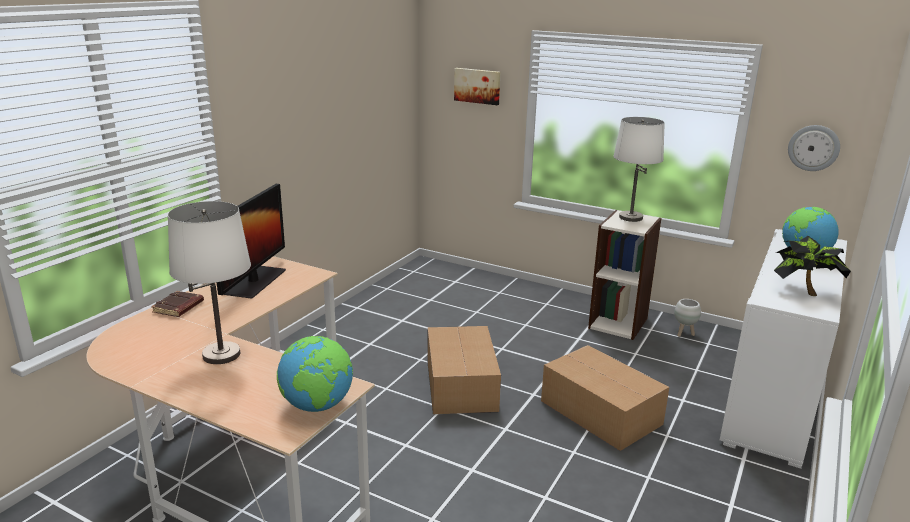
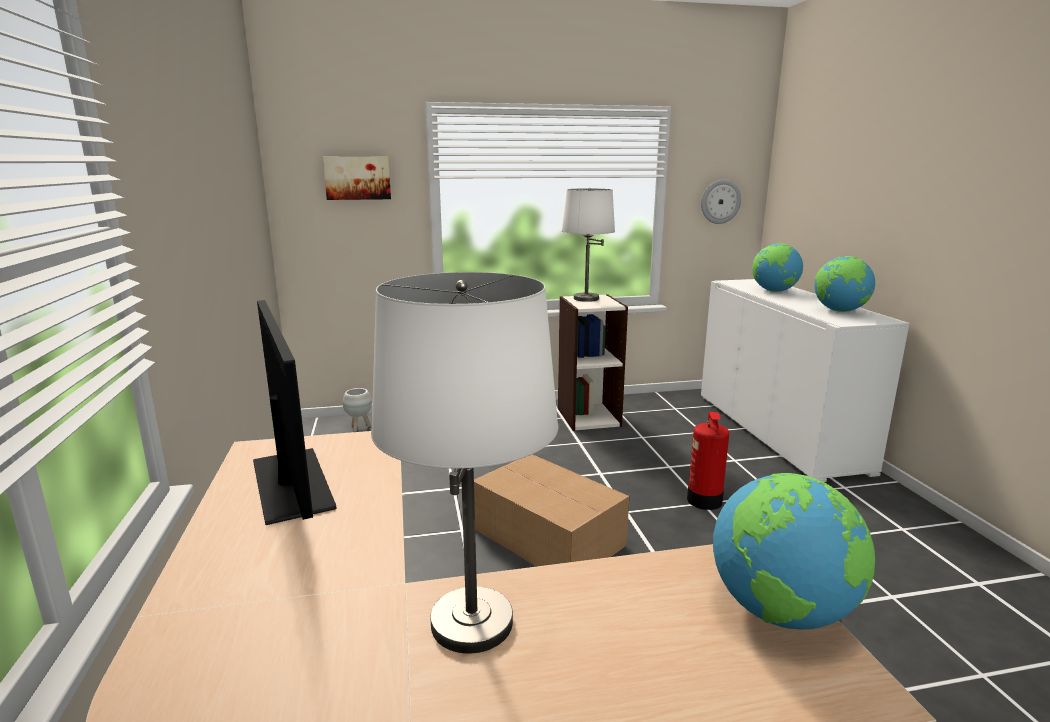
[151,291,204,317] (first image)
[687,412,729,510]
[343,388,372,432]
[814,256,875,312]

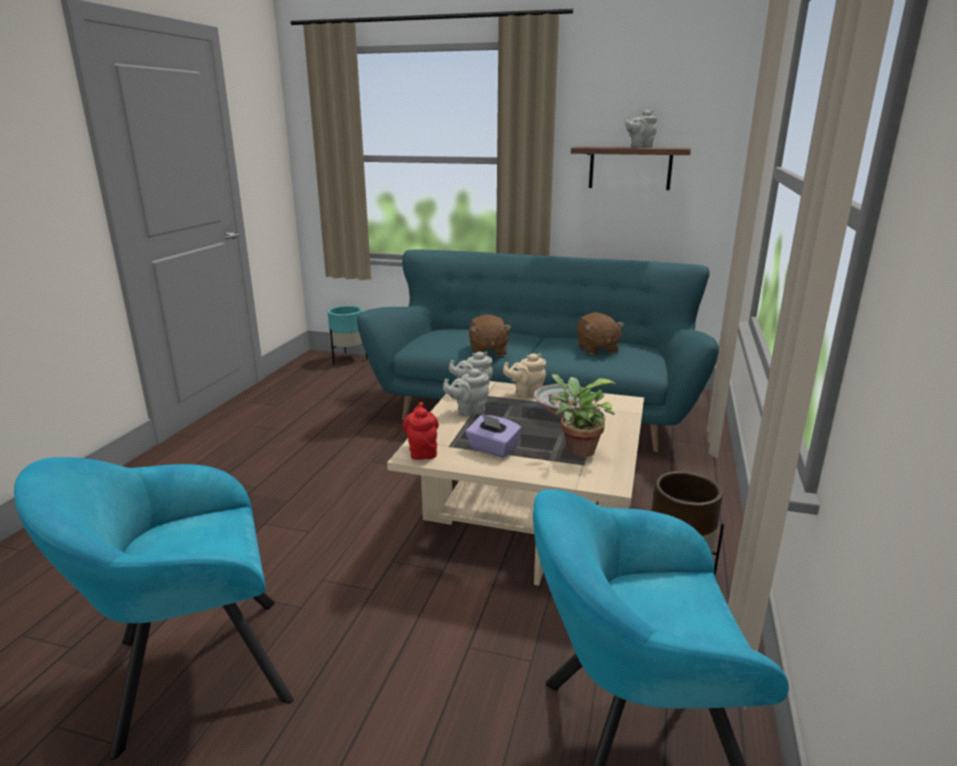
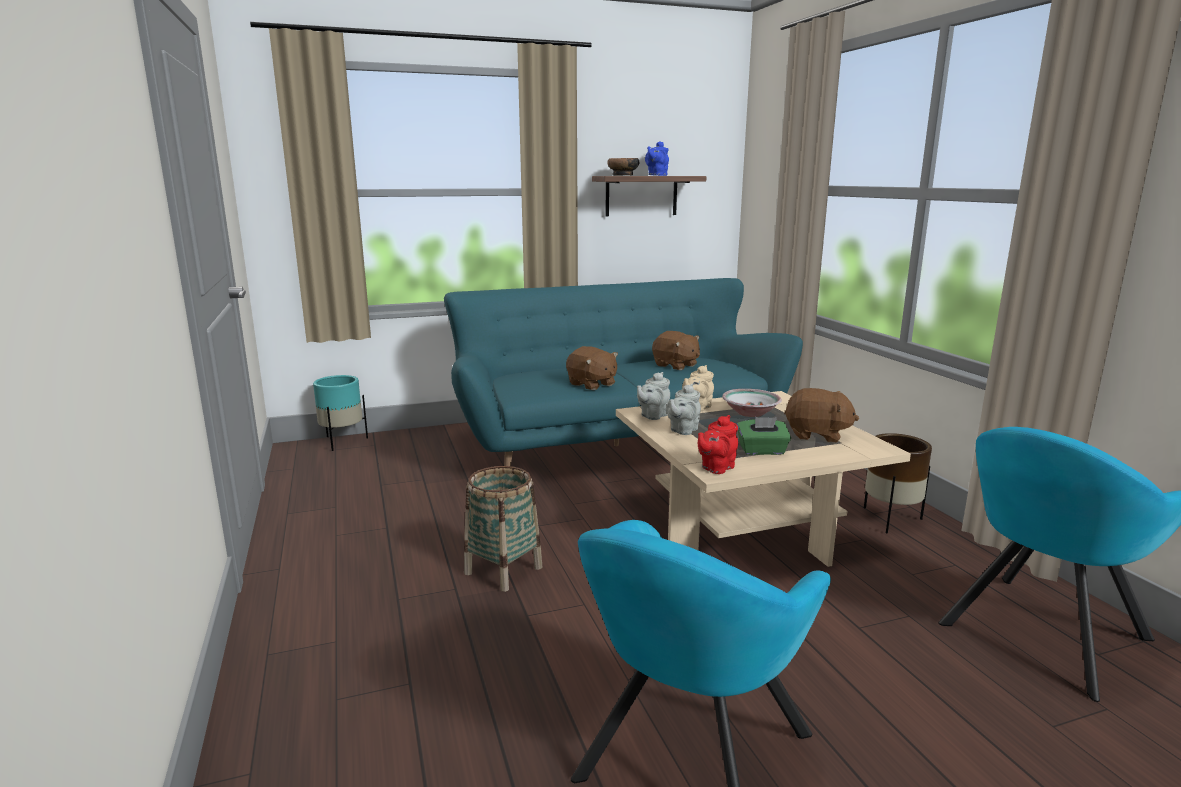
[698,415,738,474]
[737,417,791,455]
[784,388,859,443]
[645,141,669,176]
[464,466,542,592]
[607,158,639,176]

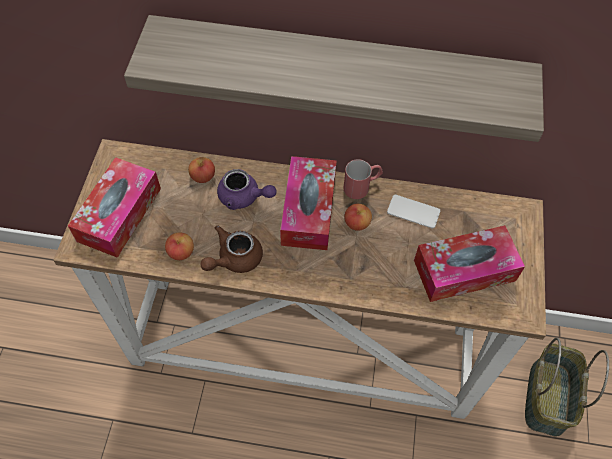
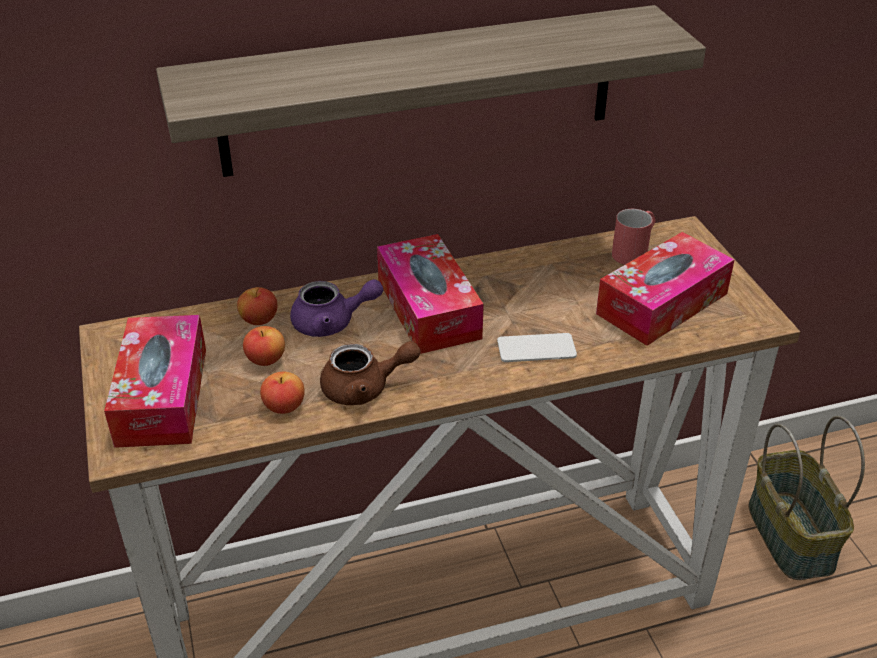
[320,341,421,405]
[612,209,655,265]
[243,326,285,366]
[497,333,577,362]

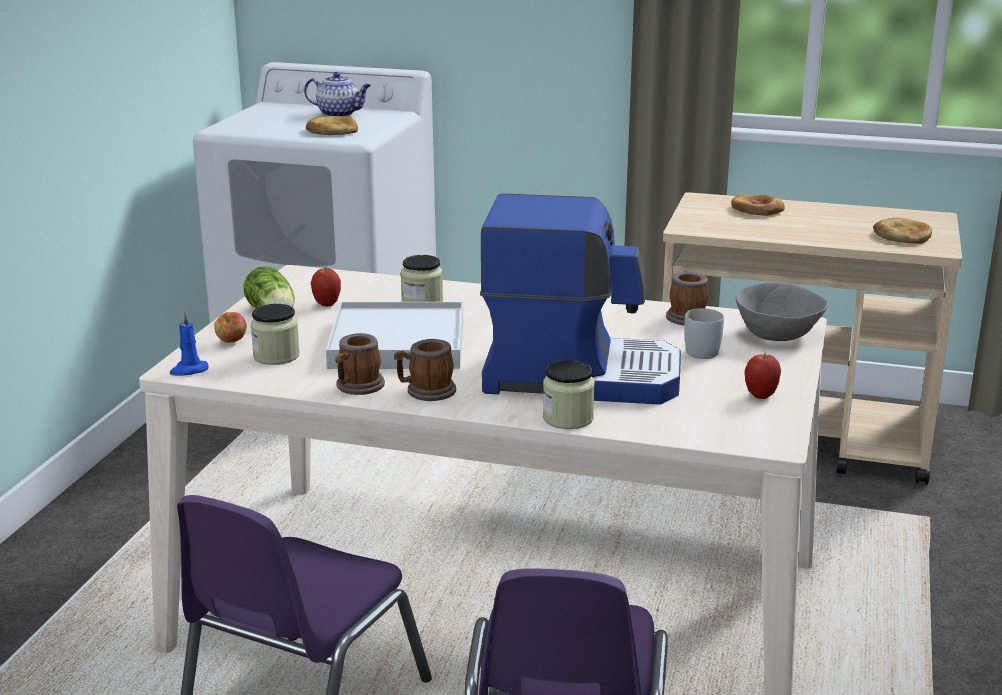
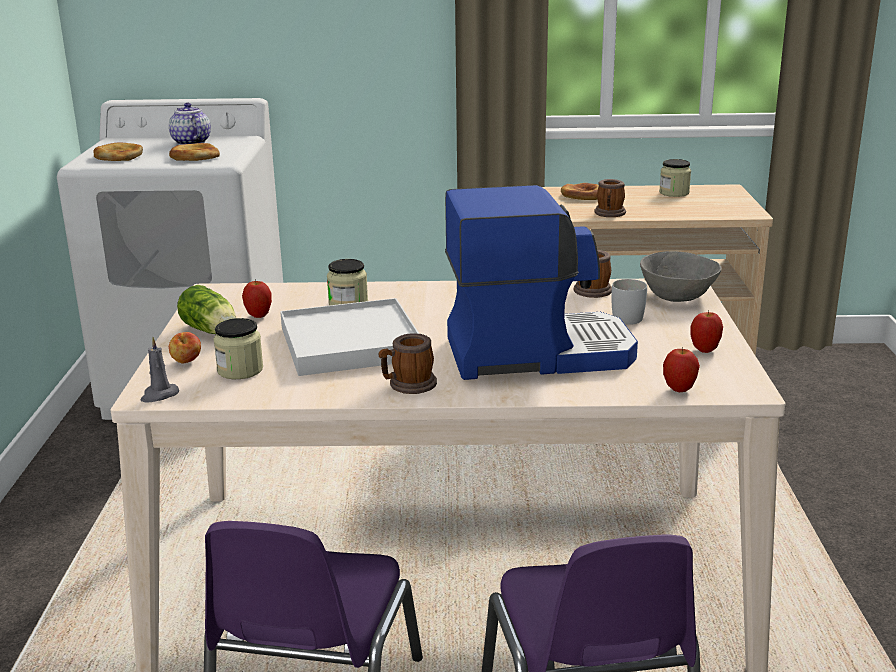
[140,337,179,402]
[169,103,211,145]
[594,179,626,217]
[659,159,691,197]
[93,143,143,161]
[663,348,700,392]

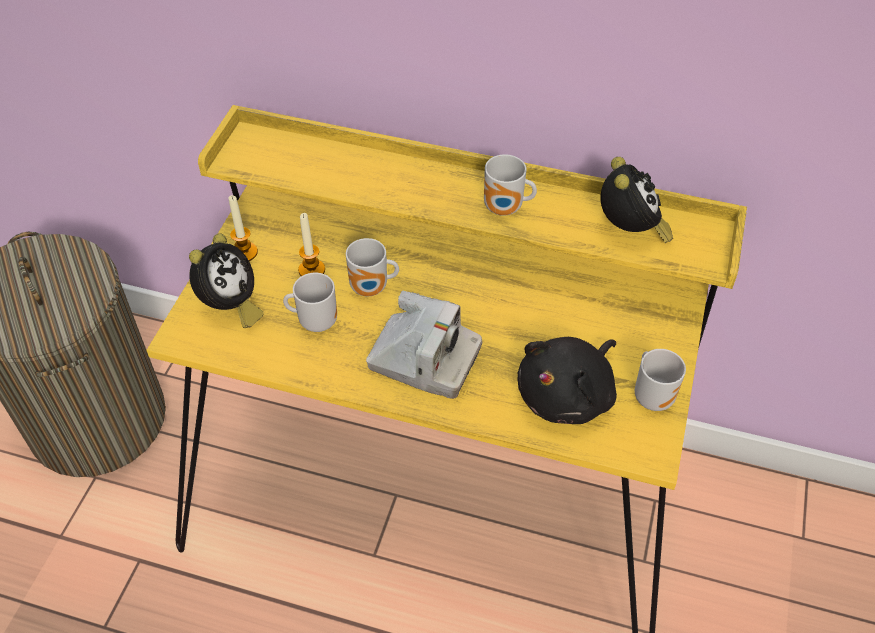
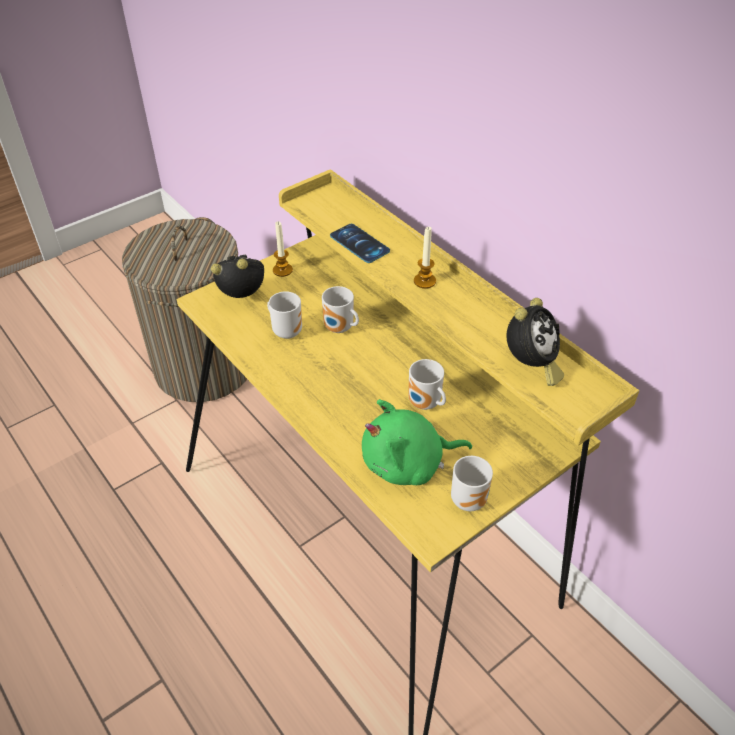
[211,255,264,298]
[414,226,436,289]
[366,291,482,399] (first image)
[408,359,446,410]
[362,399,472,485]
[330,224,390,263]

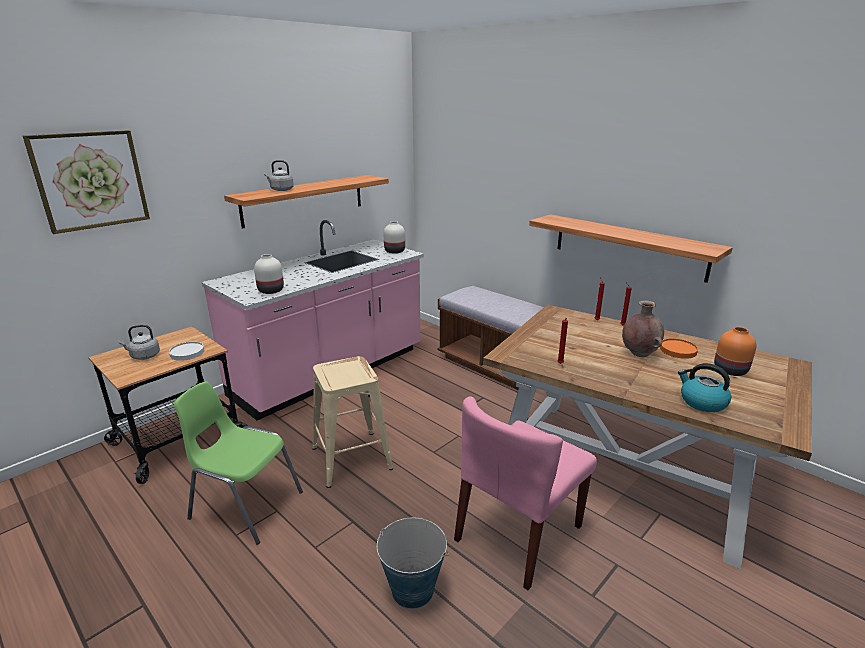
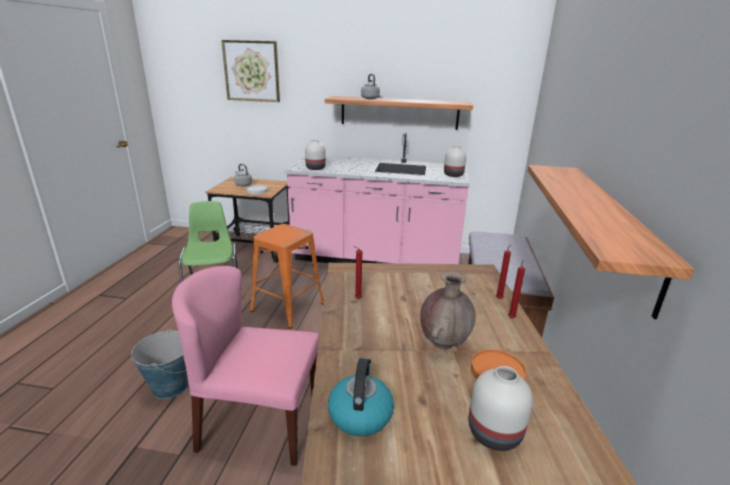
[250,224,324,329]
[469,366,533,451]

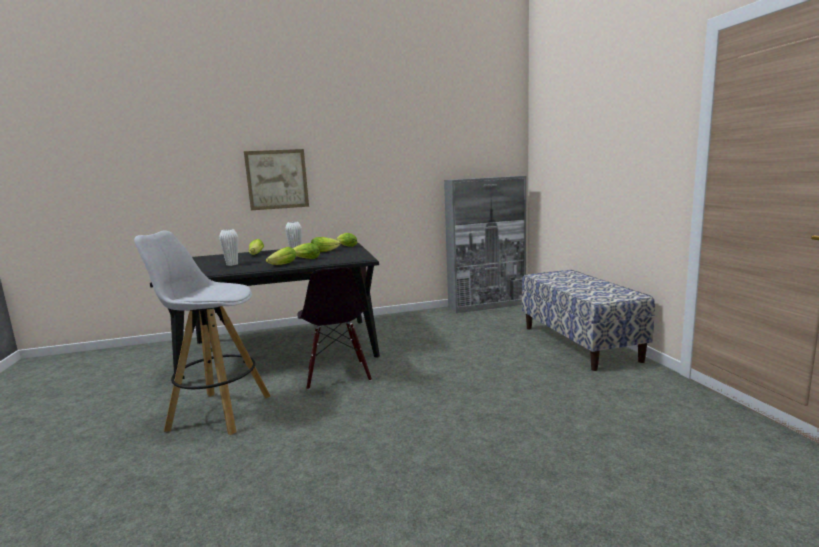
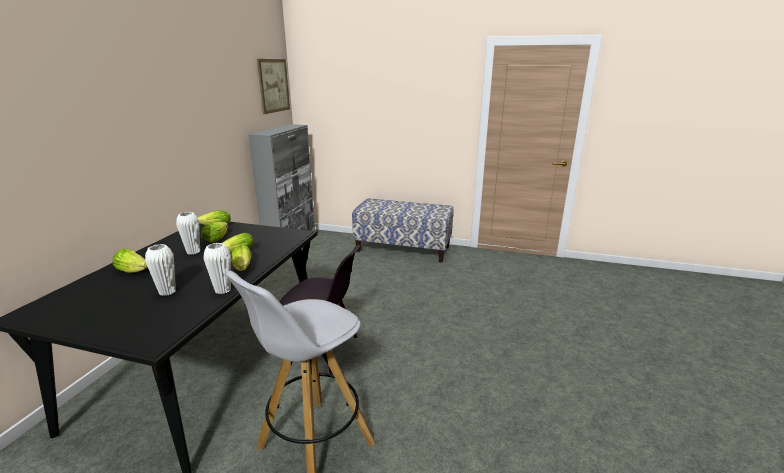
[257,59,290,114]
[204,243,231,294]

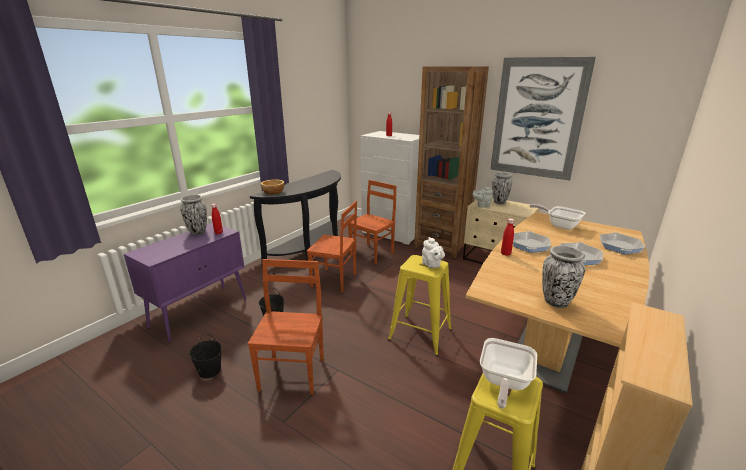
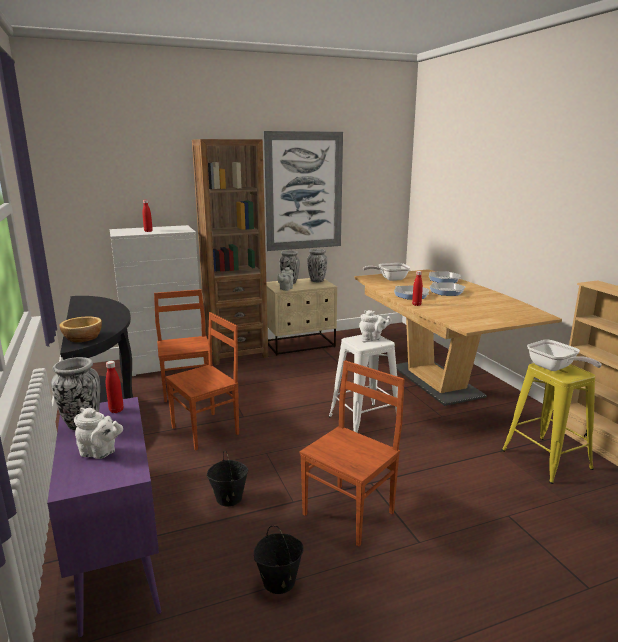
[300,360,405,546]
[328,335,398,433]
[307,249,327,282]
[74,408,123,459]

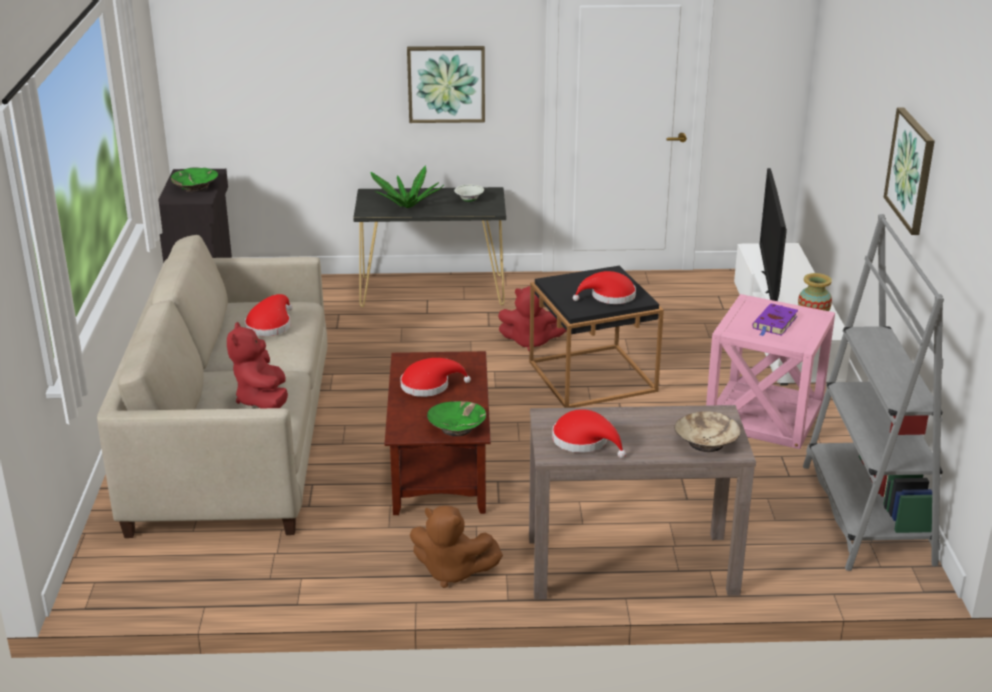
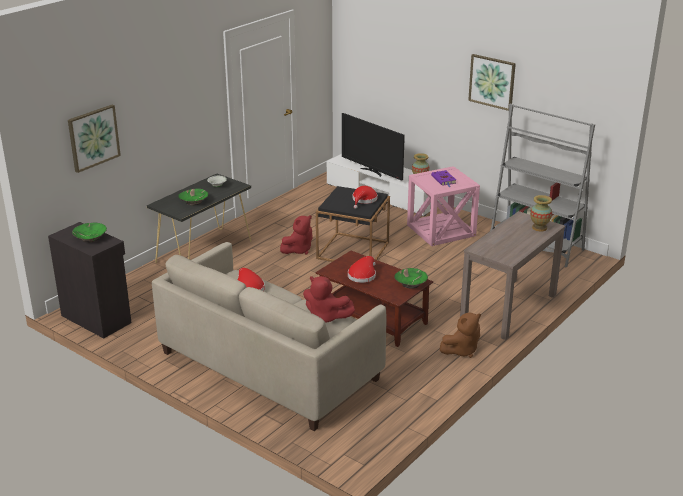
[178,189,208,205]
[68,105,121,173]
[552,409,626,458] (first image)
[530,195,552,231]

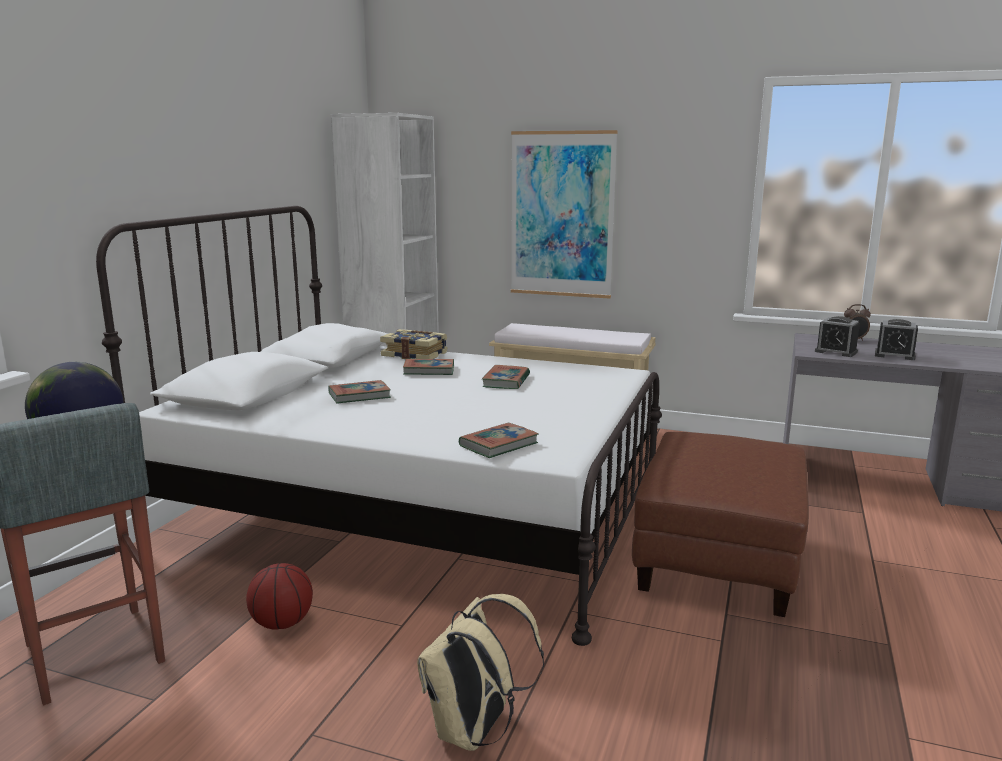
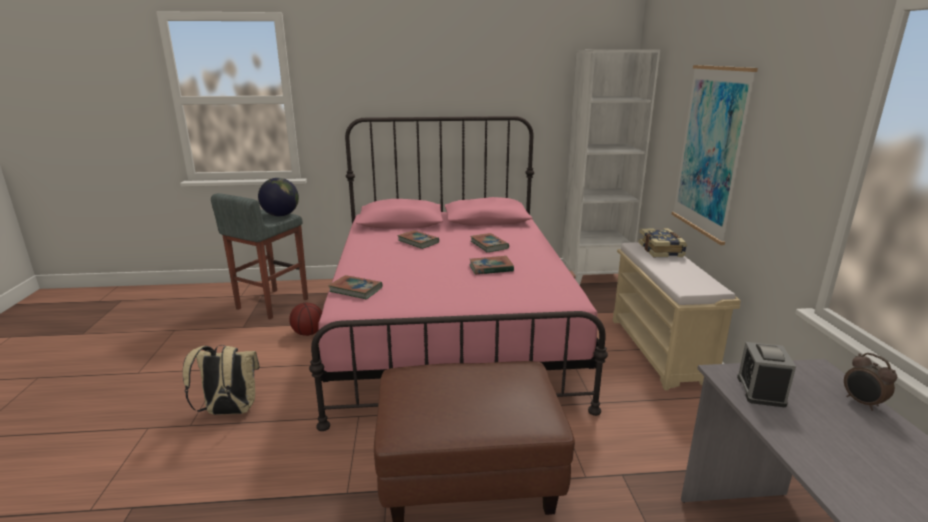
[309,116,608,431]
[638,228,687,257]
[875,319,918,360] (first image)

